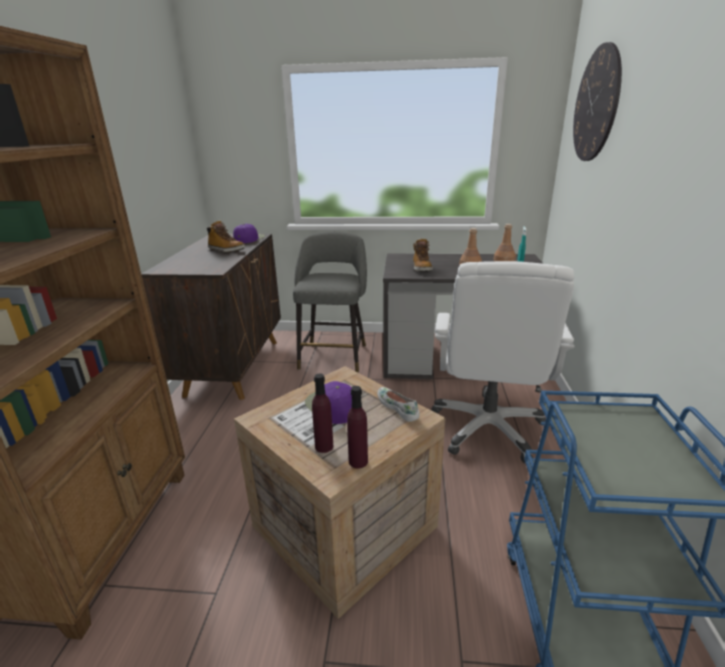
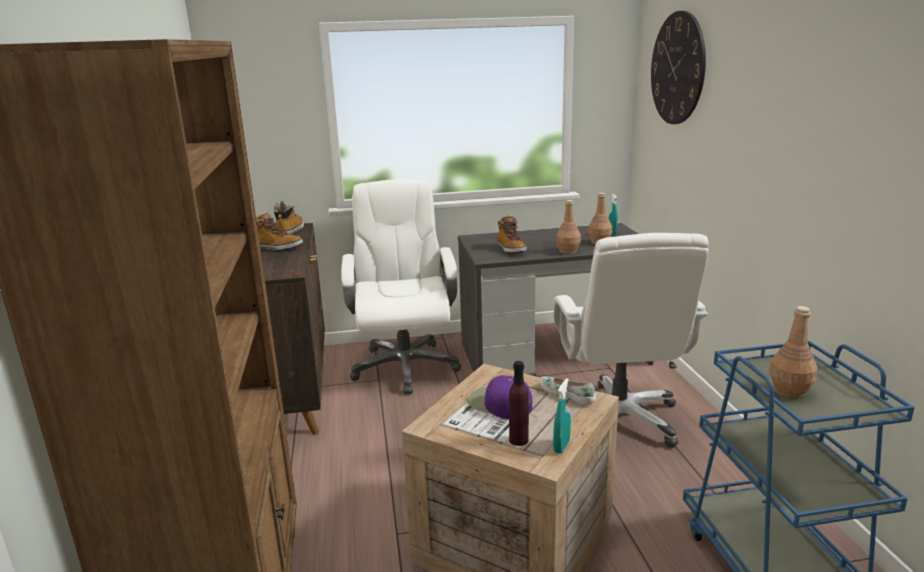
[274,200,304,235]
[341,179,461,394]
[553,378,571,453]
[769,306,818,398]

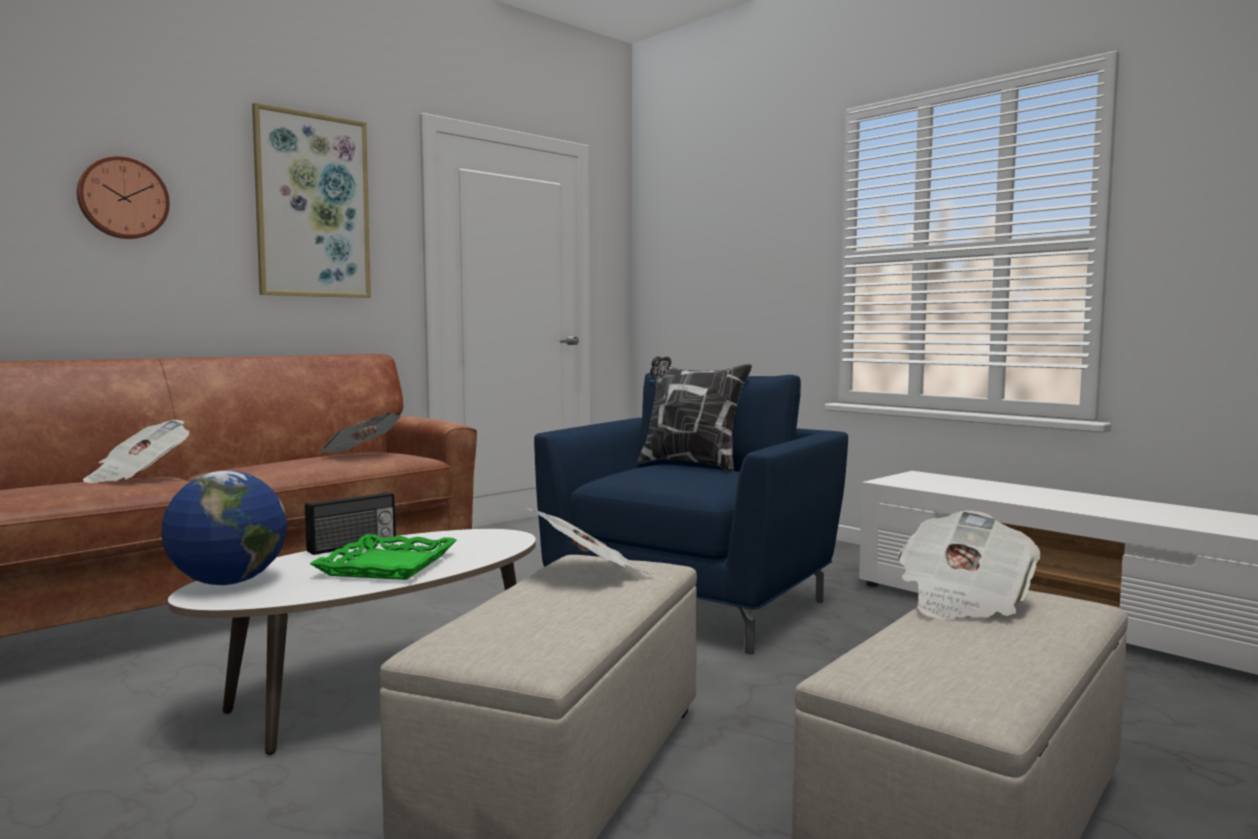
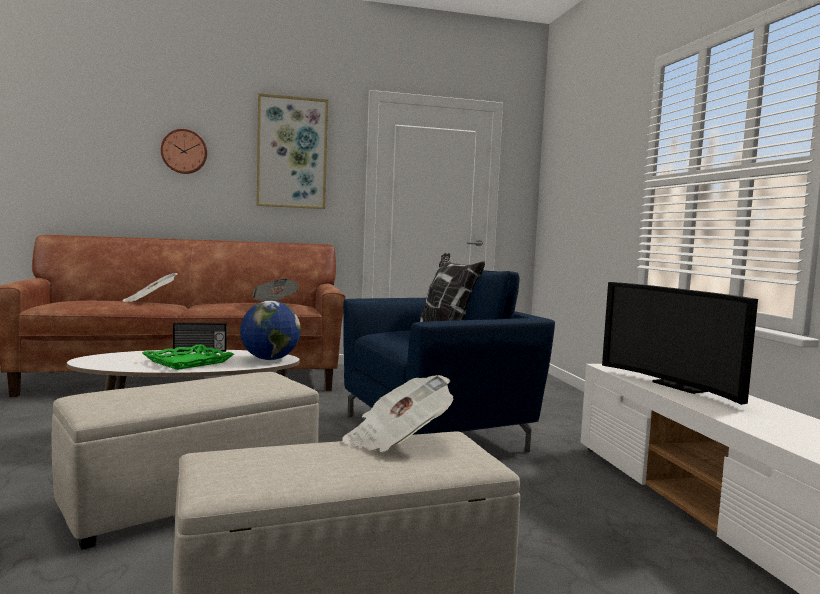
[240,301,301,360]
[526,508,653,574] (first image)
[602,282,758,405]

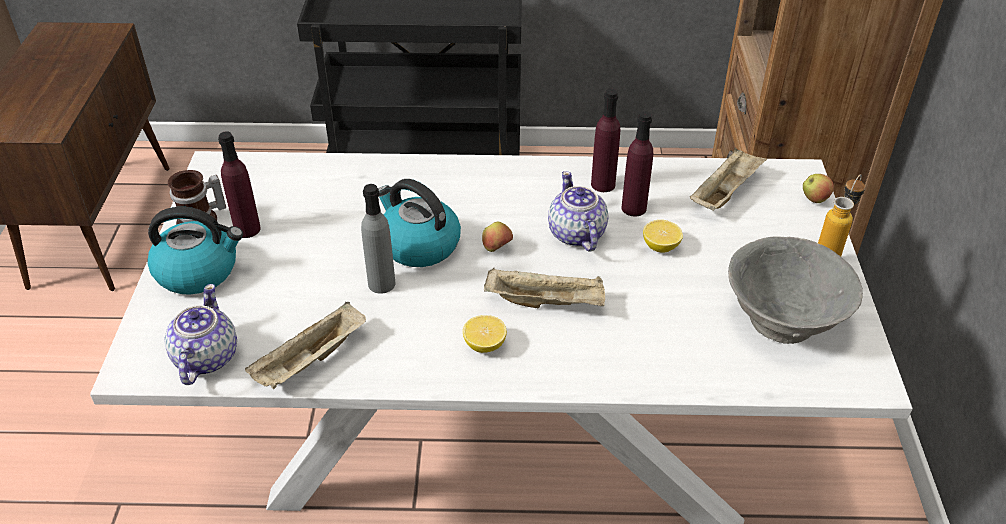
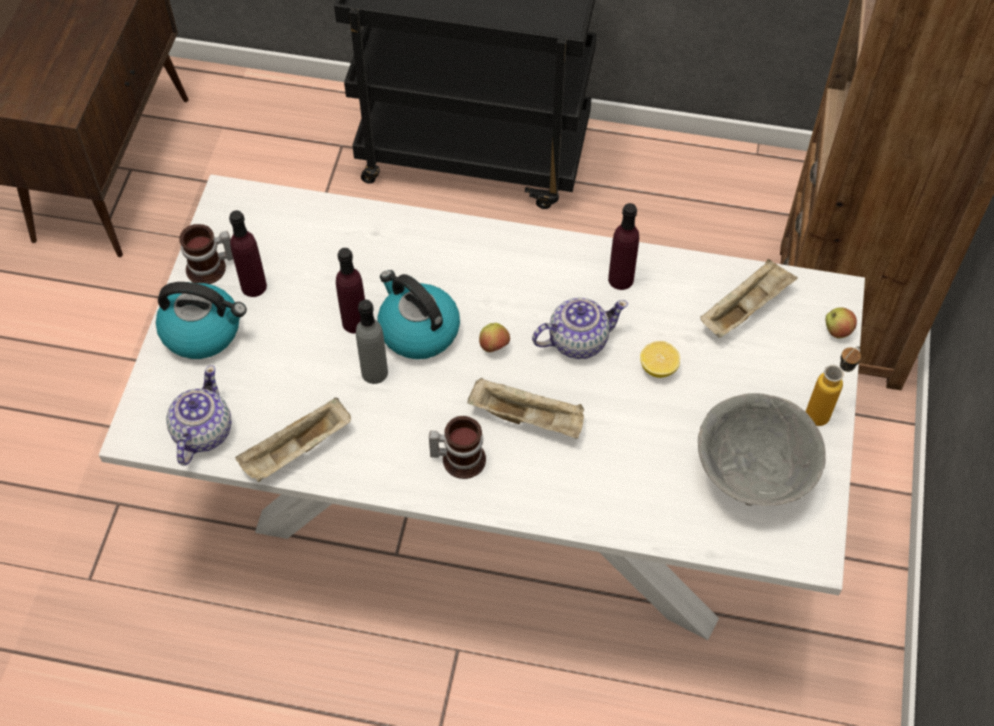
[429,416,486,479]
[532,298,628,359]
[336,248,365,333]

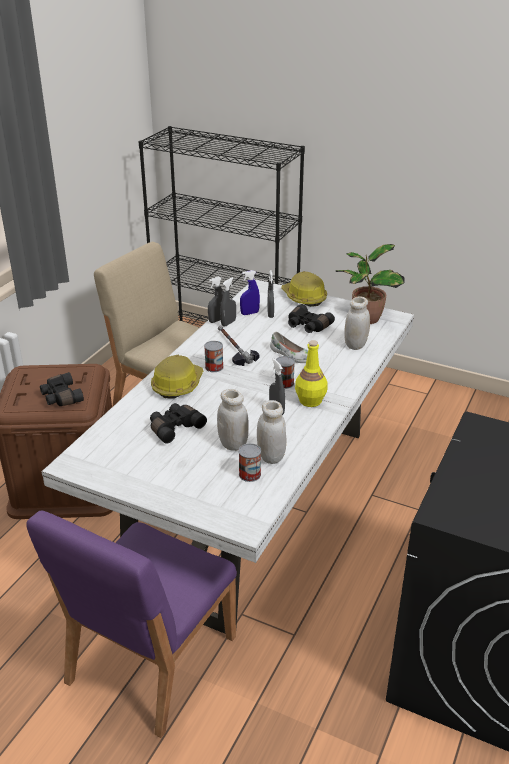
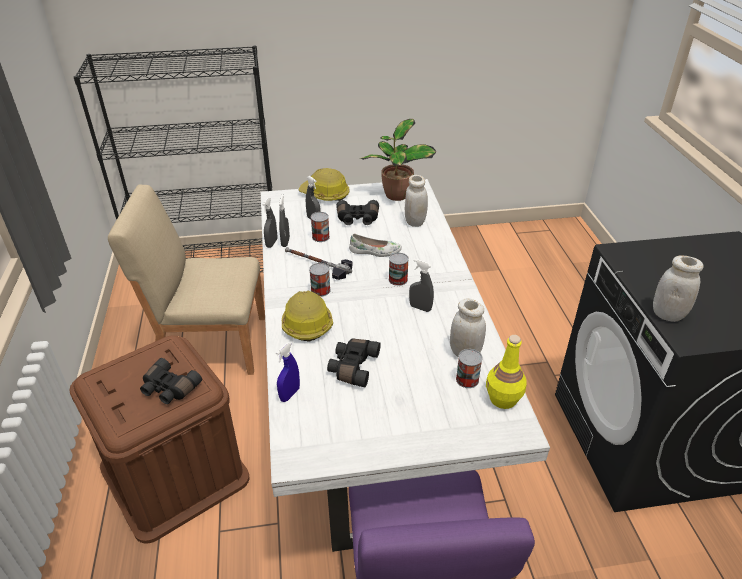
[653,255,704,322]
[276,342,300,402]
[486,335,527,409]
[311,212,330,242]

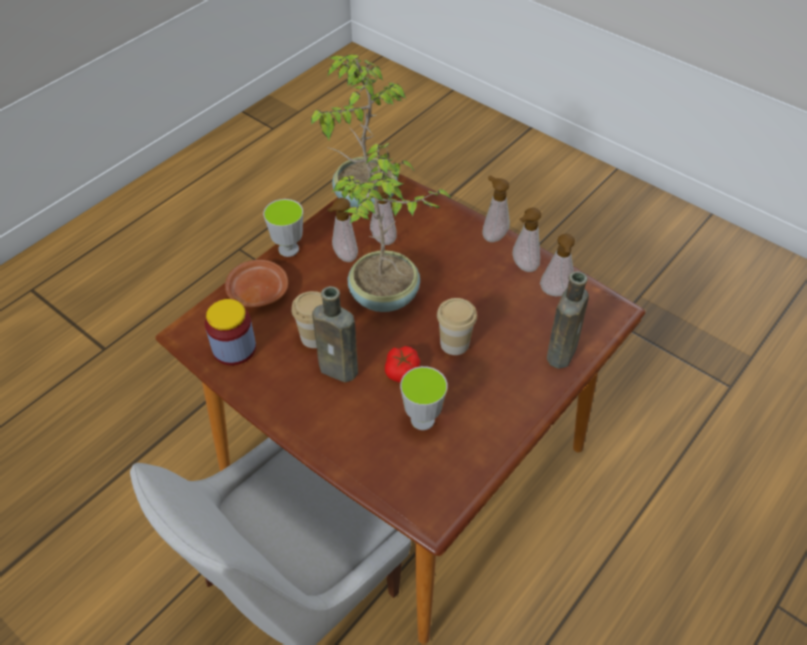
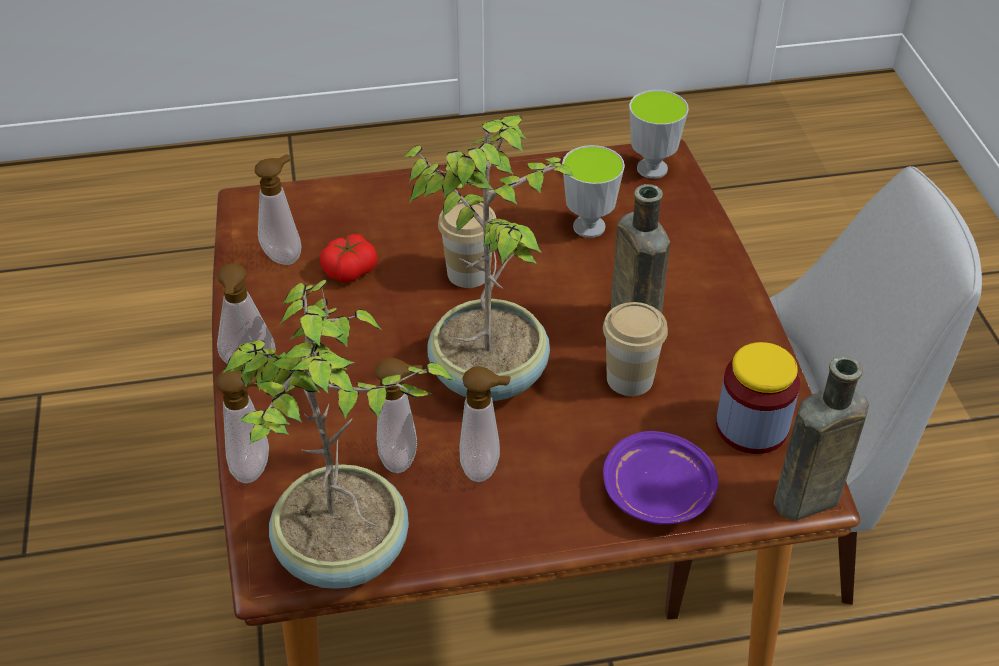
[603,431,718,525]
[629,90,689,179]
[320,234,378,283]
[216,370,269,483]
[774,356,869,521]

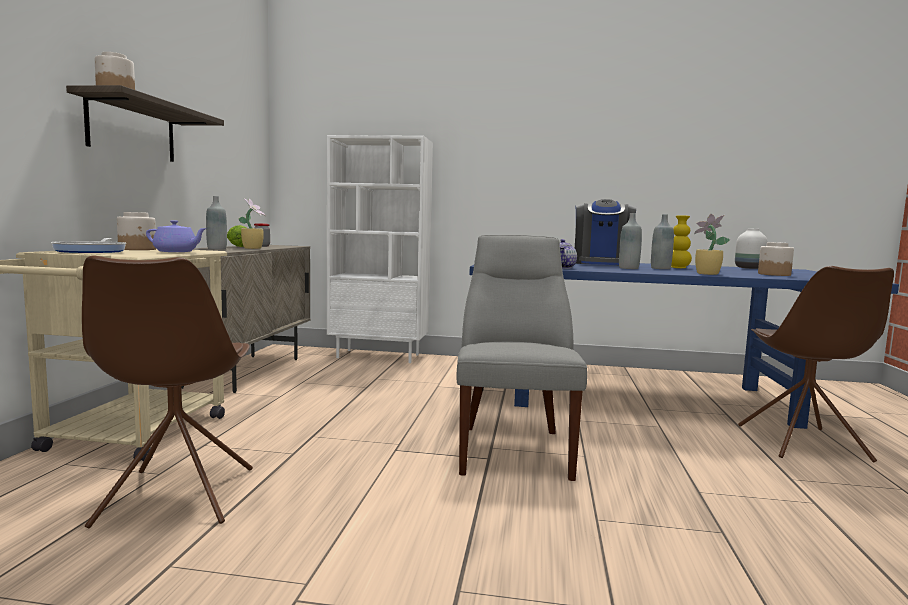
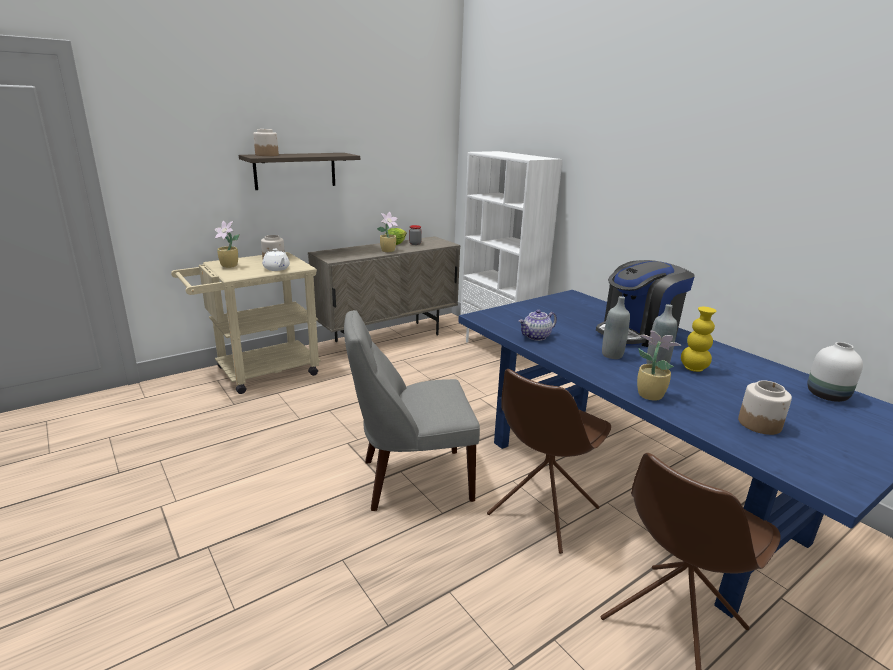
[215,221,239,268]
[487,369,611,554]
[263,249,290,271]
[206,196,227,249] (first image)
[344,310,480,511]

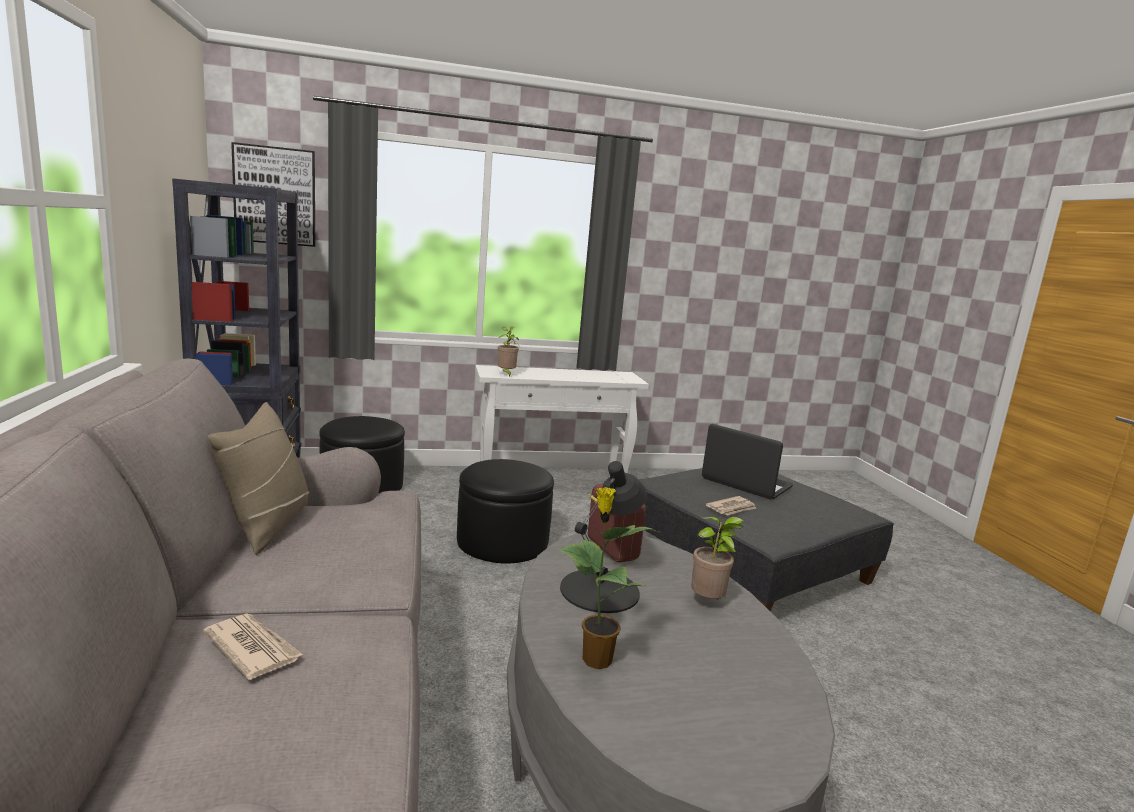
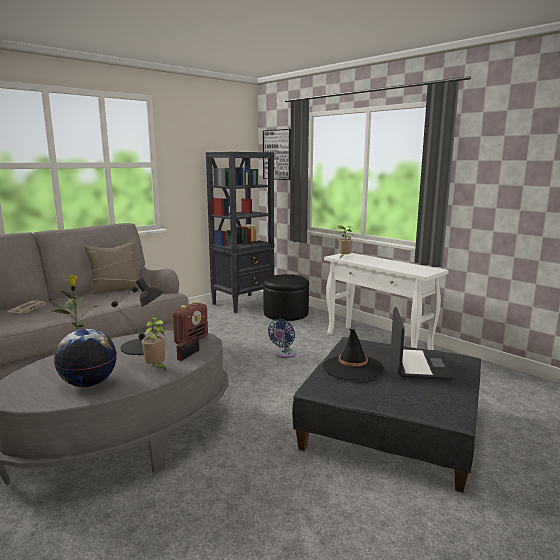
[268,319,296,358]
[323,329,384,380]
[54,329,117,387]
[177,324,199,361]

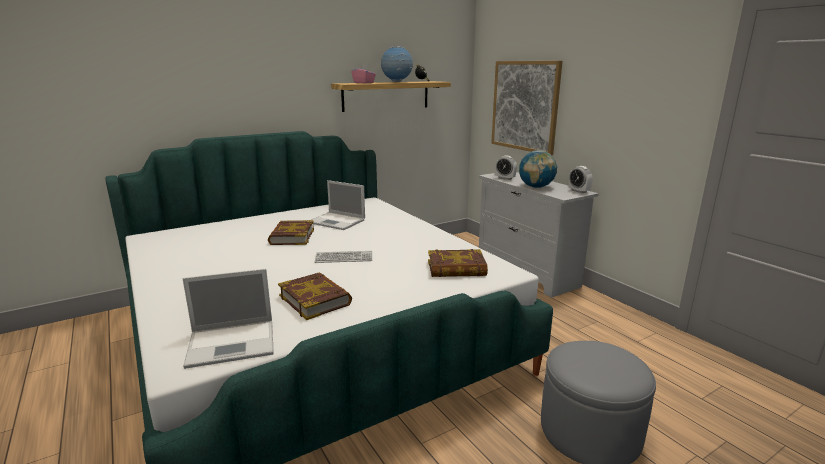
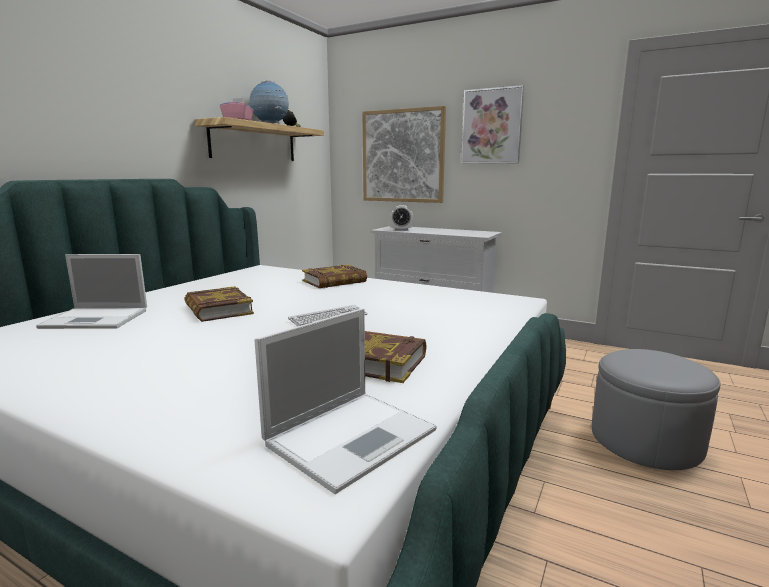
[36,254,147,329]
[302,265,367,288]
[519,150,557,188] (first image)
[569,166,593,193] (first image)
[461,85,524,164]

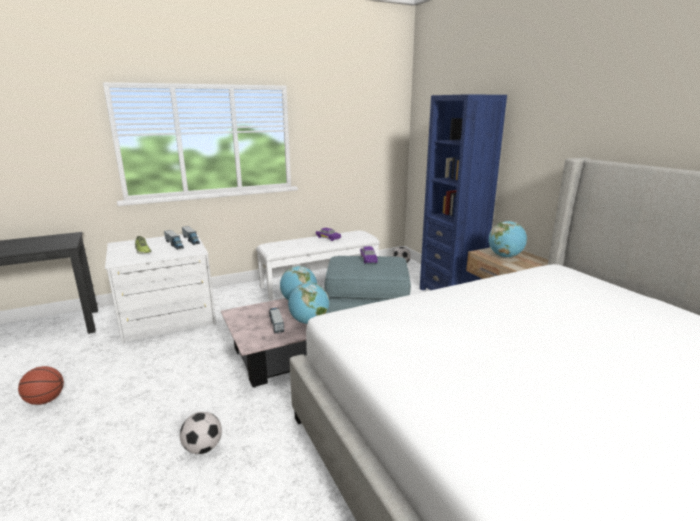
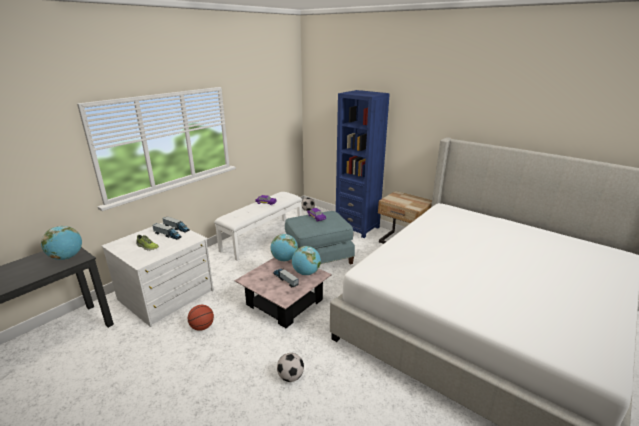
[188,305,214,331]
[41,226,82,260]

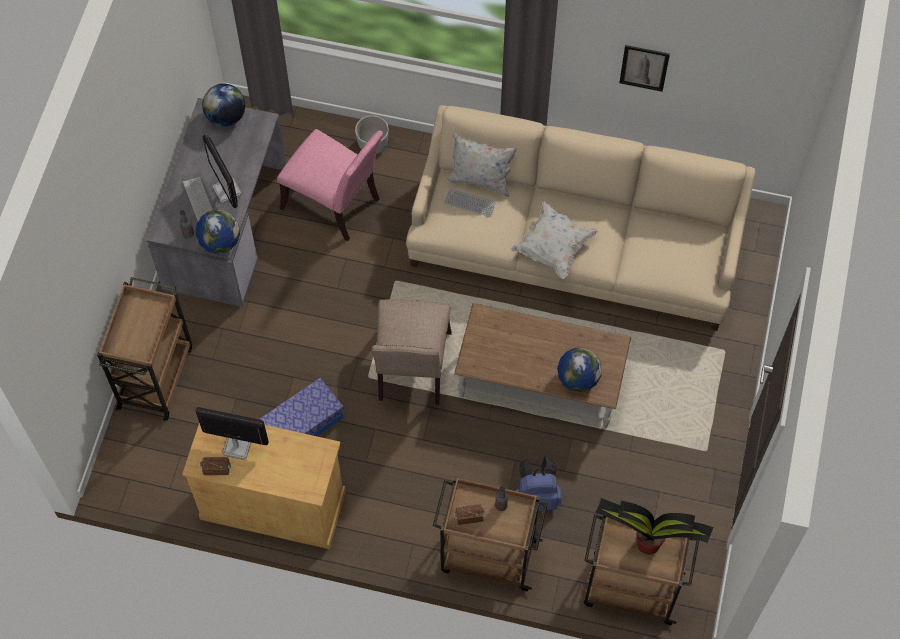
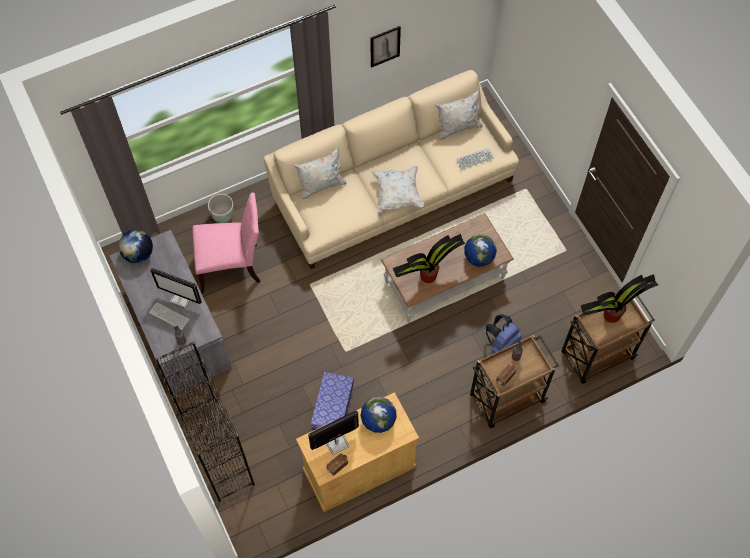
[155,342,255,502]
[360,396,397,433]
[372,300,452,405] (first image)
[456,148,494,170]
[393,234,465,283]
[435,90,482,140]

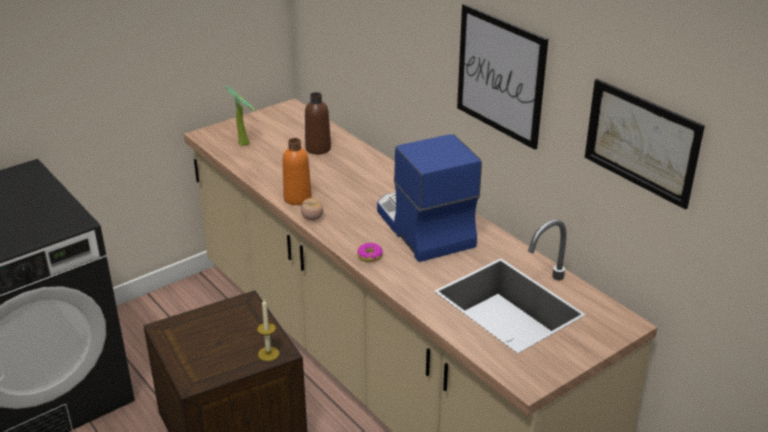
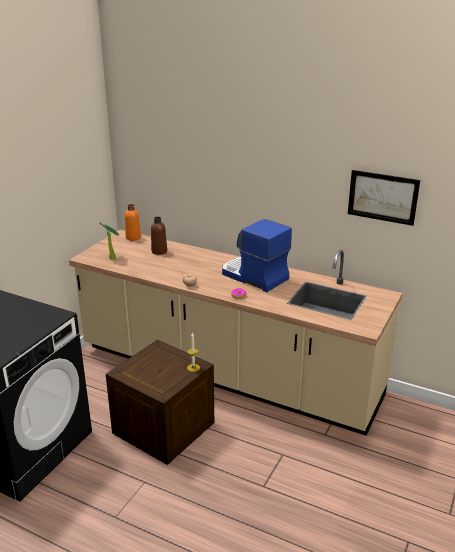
[125,204,141,241]
[457,4,548,150] (first image)

